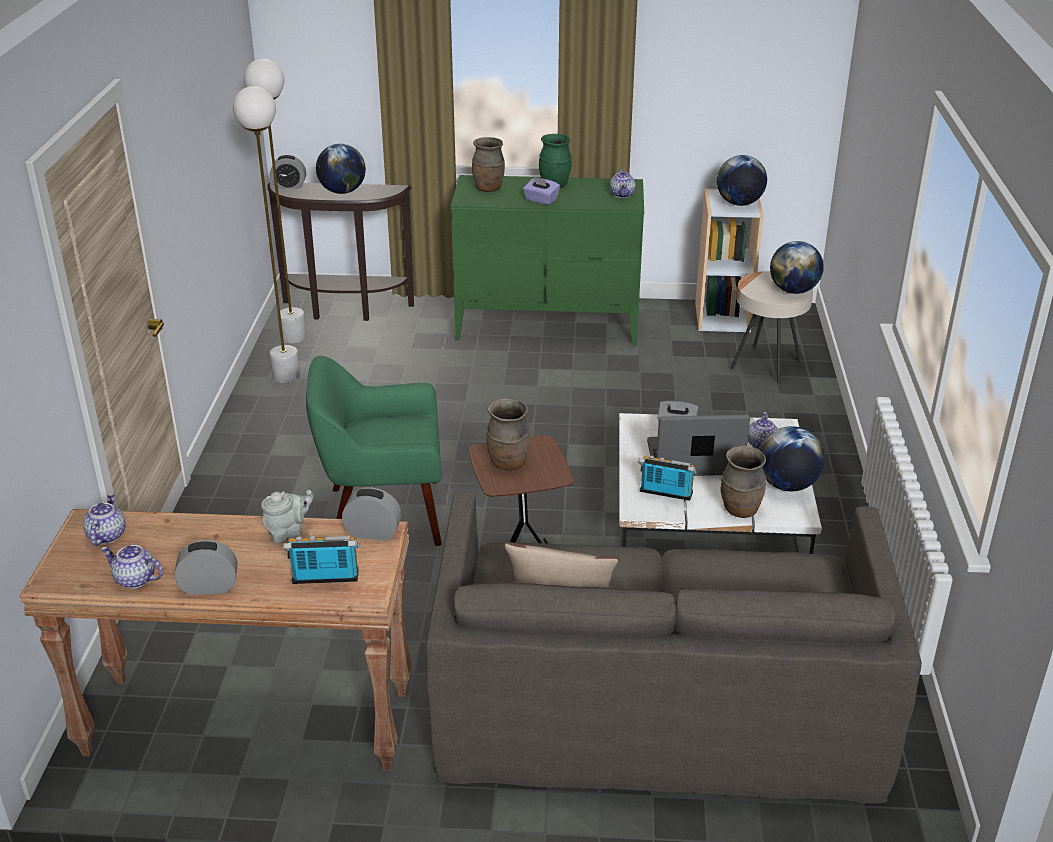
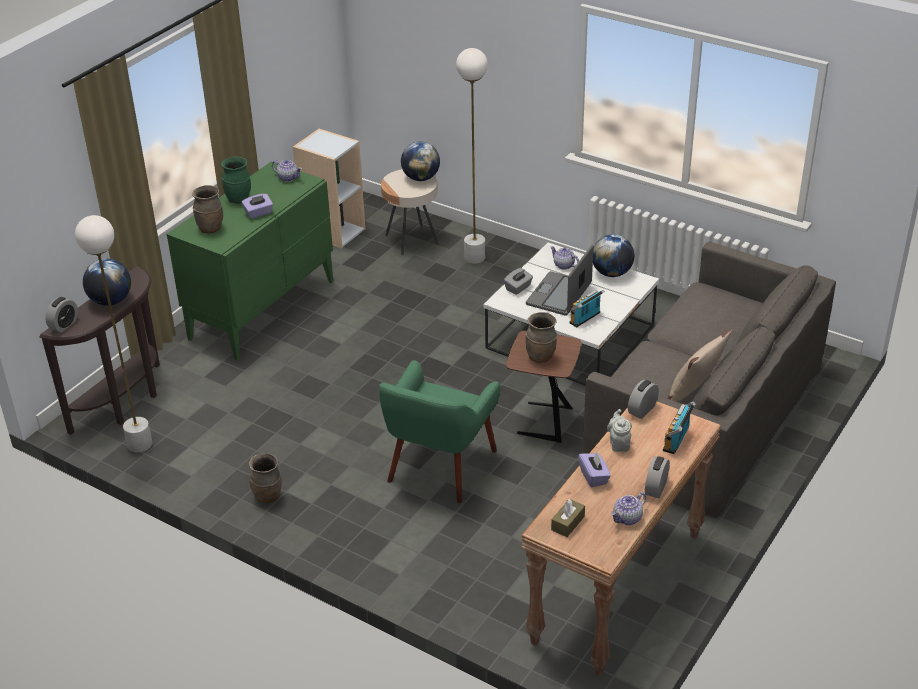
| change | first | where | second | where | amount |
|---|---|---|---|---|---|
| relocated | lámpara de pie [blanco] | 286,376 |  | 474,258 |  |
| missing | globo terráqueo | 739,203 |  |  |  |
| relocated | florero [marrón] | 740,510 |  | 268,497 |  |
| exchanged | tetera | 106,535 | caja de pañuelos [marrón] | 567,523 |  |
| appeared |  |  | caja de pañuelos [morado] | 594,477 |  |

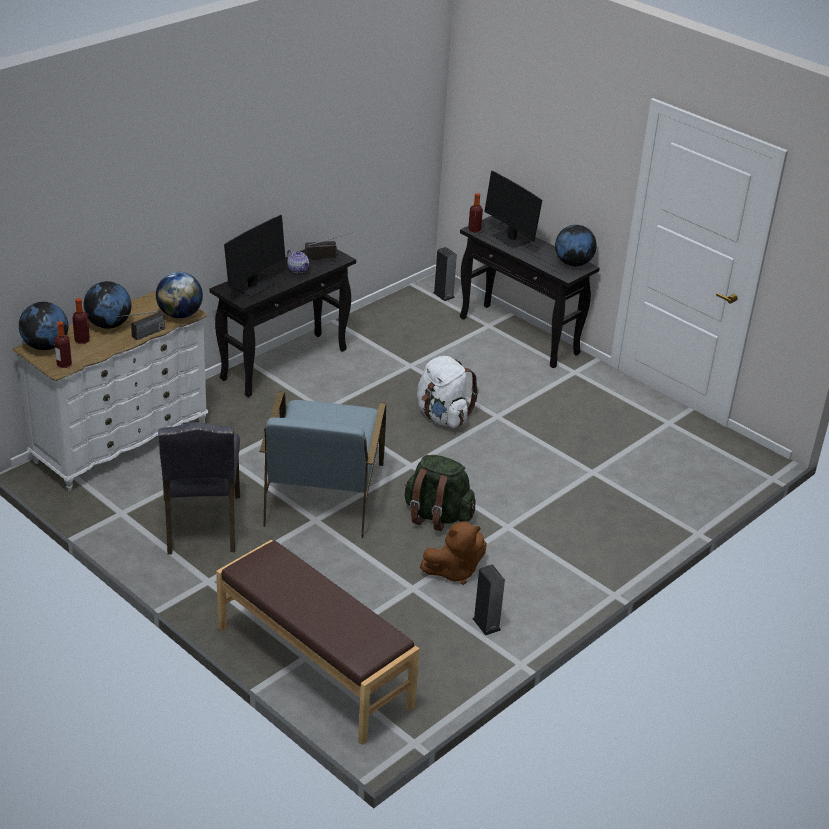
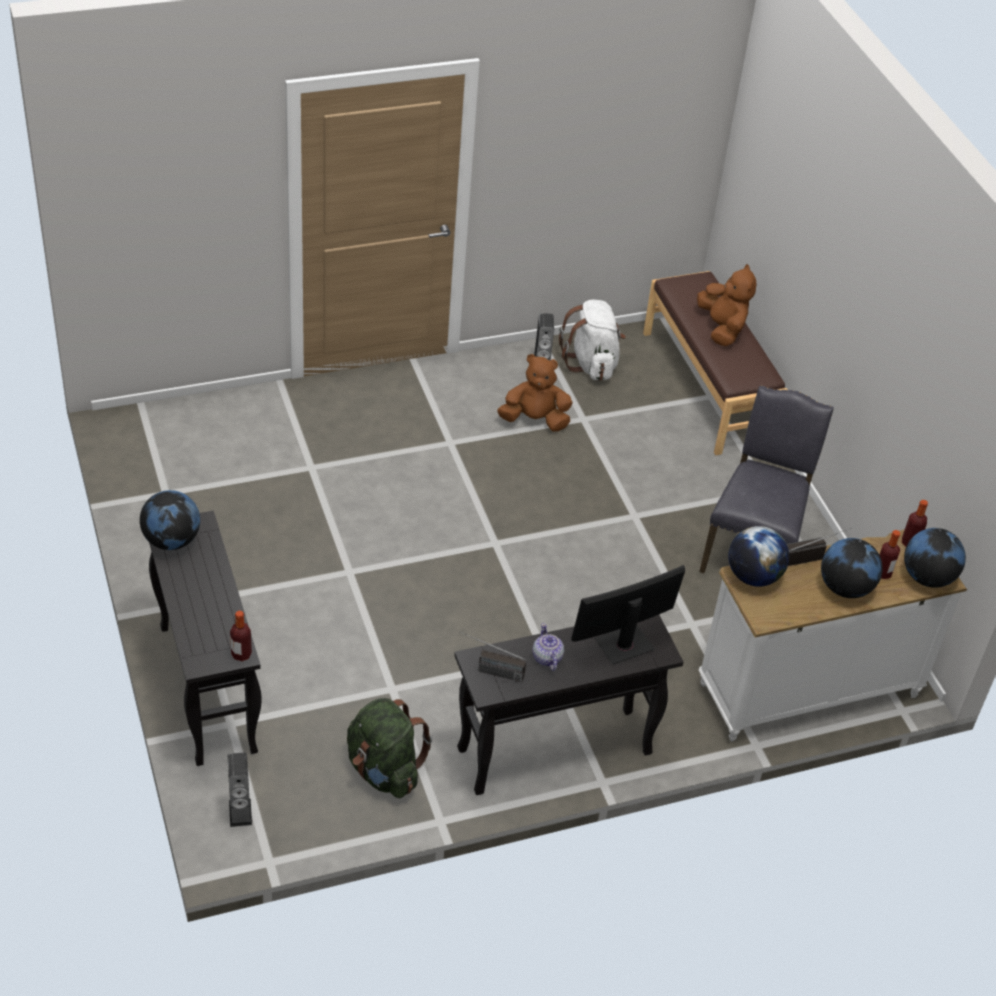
| change | first | where | second | where | amount |
|---|---|---|---|---|---|
| missing | monitor | 511,239 |  |  |  |
| relocated | mochila [blanco] | 443,417 |  | 591,363 |  |
| missing | sillón [azul] | 322,493 |  |  |  |
| relocated | mochila [verde] | 437,516 |  | 384,771 |  |
| appeared |  |  | peluche [marrón] | 722,328 |  |

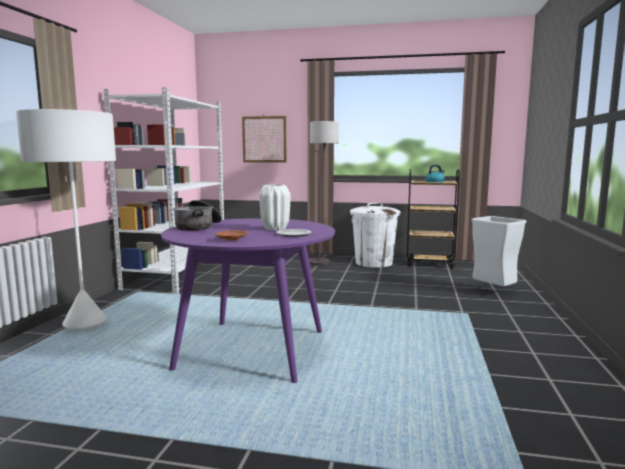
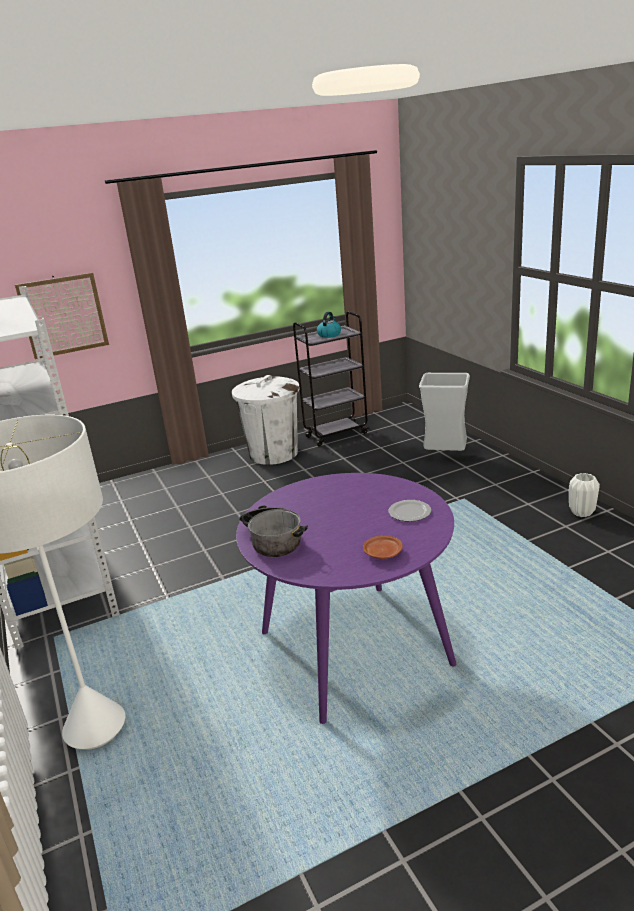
| change | first | where | second | where | amount |
|---|---|---|---|---|---|
| missing | lámpara de pie [gris] | 322,261 |  |  |  |
| colour | carrito [marrón] | 430,265 | carrito [gris] | 336,434 |  |
| relocated | florero [blanco] | 275,229 |  | 581,512 |  |

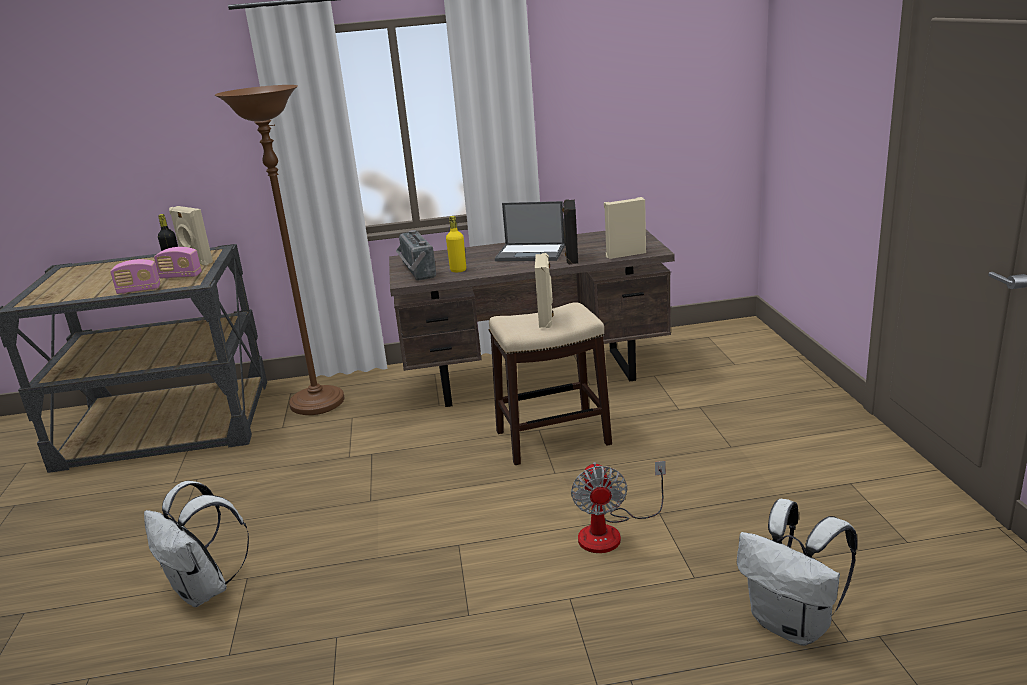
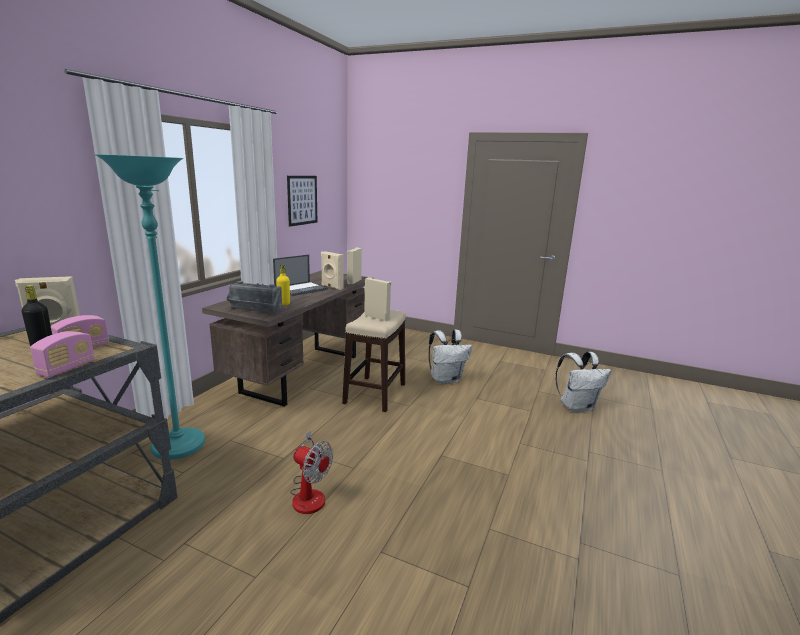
| change | first | where | second | where | amount |
|---|---|---|---|---|---|
| colour | lámpara de pie [marrón] | 318,404 | lámpara de pie [turquesa] | 178,446 |  |
| colour | altavoz [negro] | 571,258 | altavoz [beis] | 331,287 |  |
| relocated | ventilador | 611,532 |  | 309,493 |  |
| relocated | mochila [blanco] | 205,590 |  | 446,380 |  |
| appeared |  |  | cuadro | 302,200 |  |

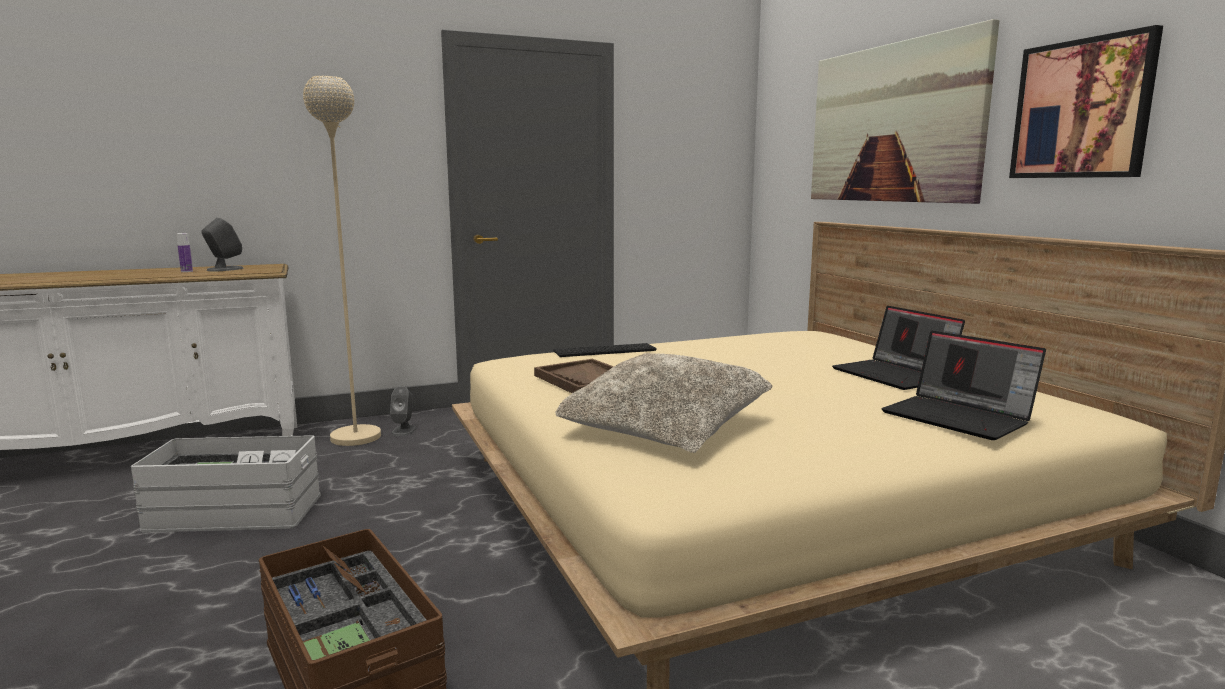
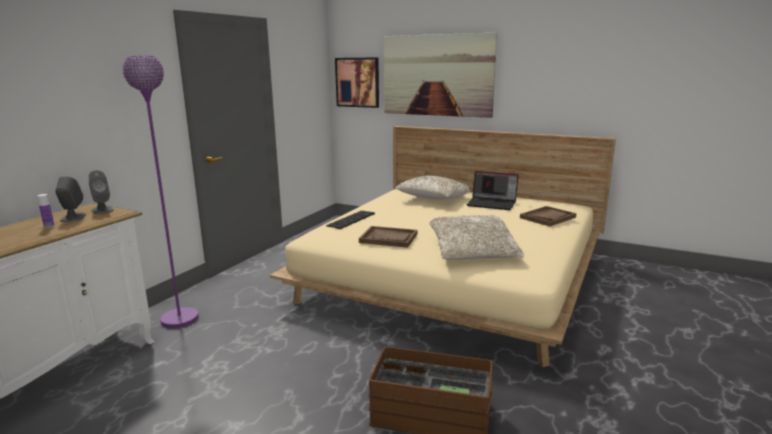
| change | first | where | second | where | amount |
|---|---|---|---|---|---|
| relocated | cuadro | 1082,109 |  | 357,82 |  |
| colour | lámpara de pie [beis] | 356,437 | lámpara de pie [morado] | 179,319 |  |
| exchanged | portátil | 959,417 | bandeja [marrón] | 547,217 |  |
| relocated | altavoz [gris] | 404,430 |  | 102,210 |  |
| missing | caja de almacenaje [gris] | 236,511 |  |  |  |
| appeared |  |  | cojín [beis] | 433,199 |  |

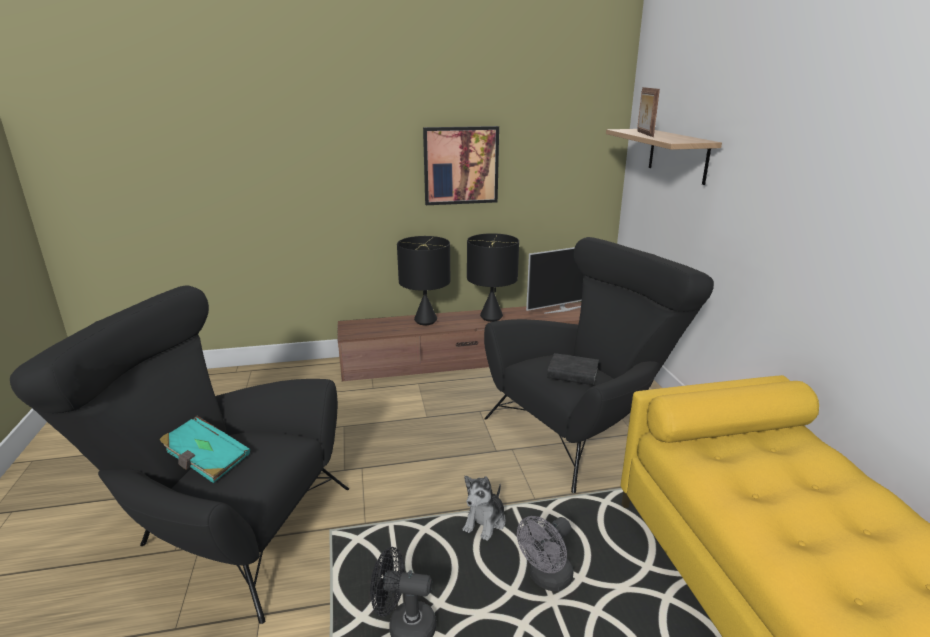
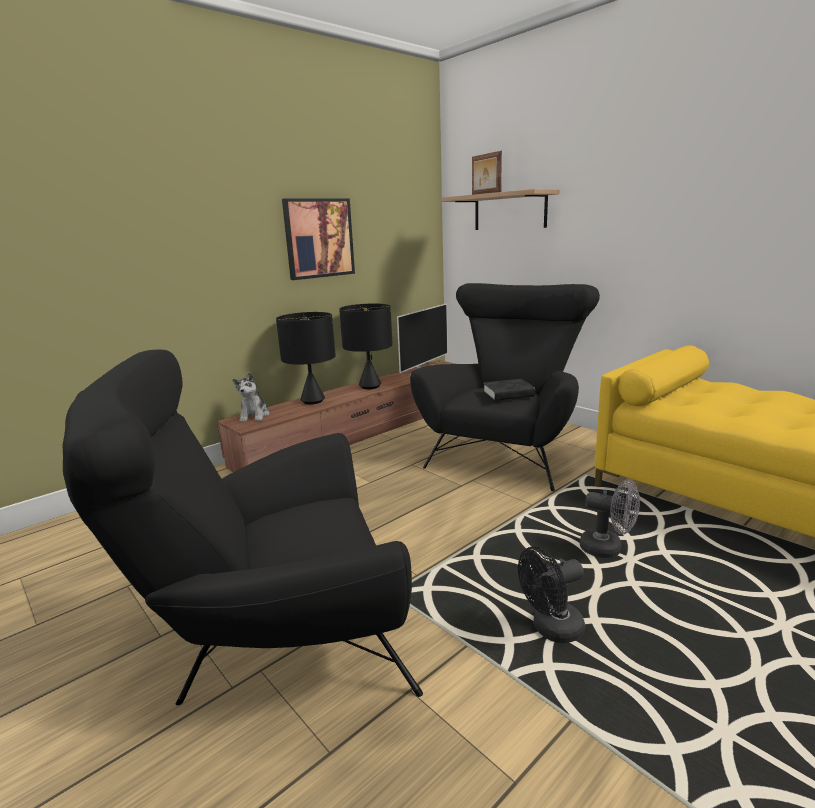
| change | first | where | second | where | amount |
|---|---|---|---|---|---|
| missing | libro [turquesa] | 206,461 |  |  |  |
| relocated | peluche | 485,522 |  | 254,416 |  |
| spun | ventilador [gris] | 546,579 |  | 608,549 | 75 degrees counterclockwise |

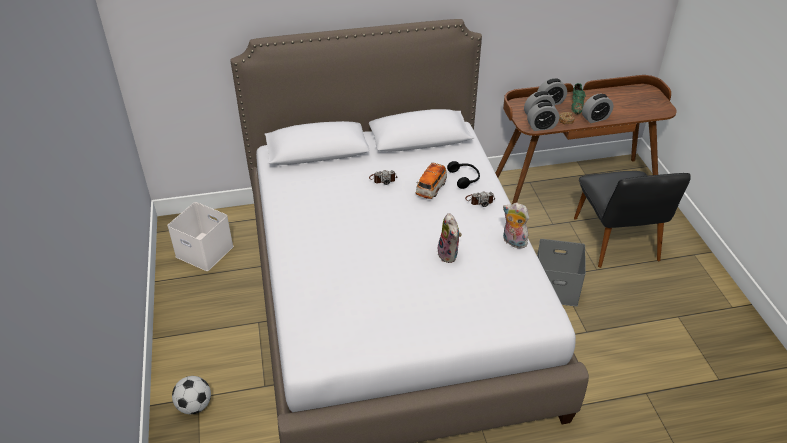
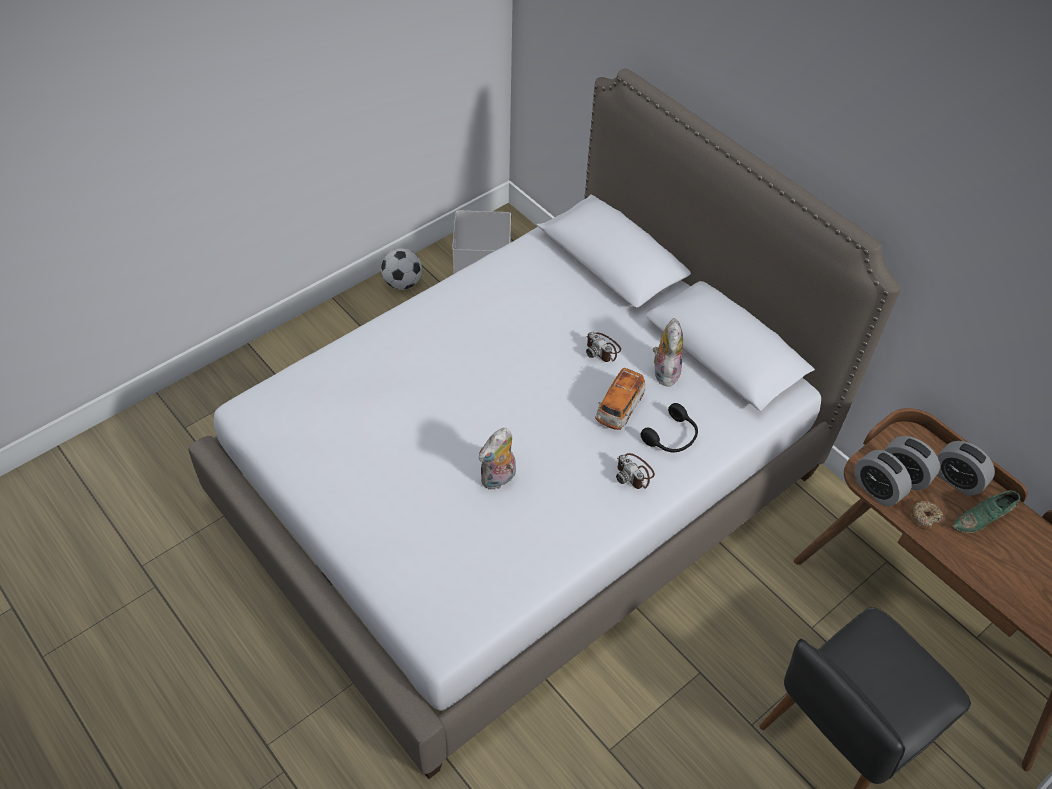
| change | first | where | second | where | amount |
|---|---|---|---|---|---|
| missing | despertador | 595,118 |  |  |  |
| spun | coche de juguete | 431,189 |  | 619,408 | 60 degrees counterclockwise |
| relocated | peluche | 513,242 |  | 664,371 |  |
| missing | caja de almacenaje [gris] | 556,287 |  |  |  |
| relocated | balón de fútbol | 194,406 |  | 402,283 |  |

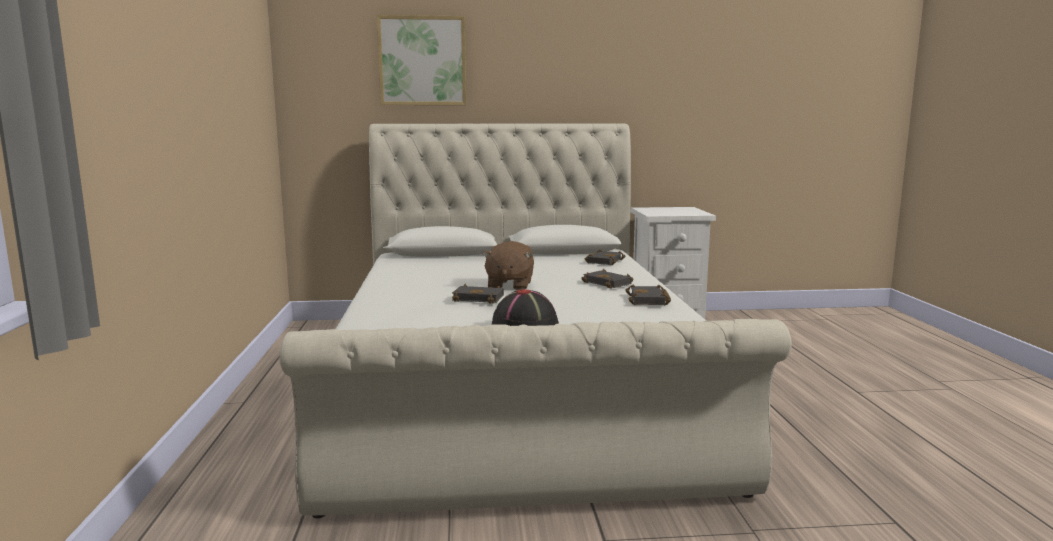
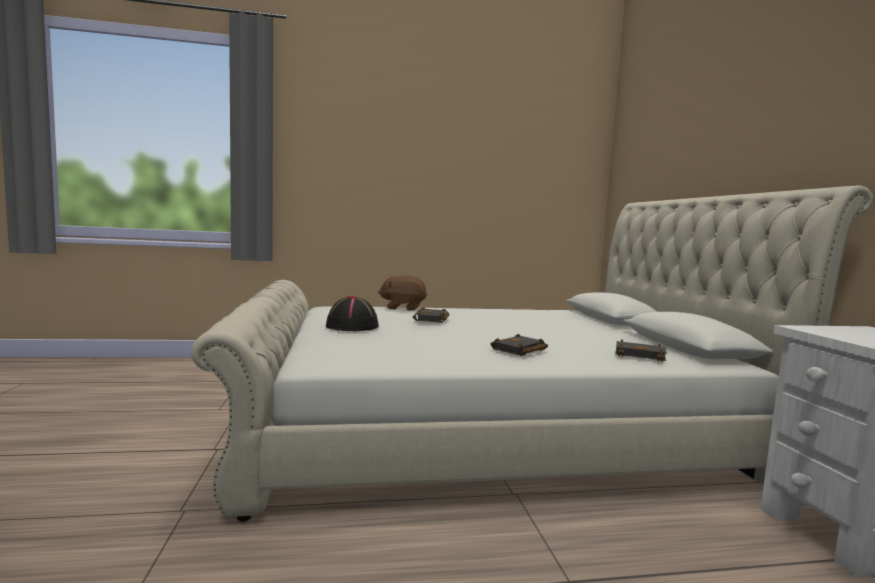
| change | first | where | second | where | amount |
|---|---|---|---|---|---|
| missing | cuadro | 422,61 |  |  |  |
| relocated | peluche [marrón] | 509,285 |  | 403,308 |  |
| missing | libro [negro] | 649,300 |  |  |  |

